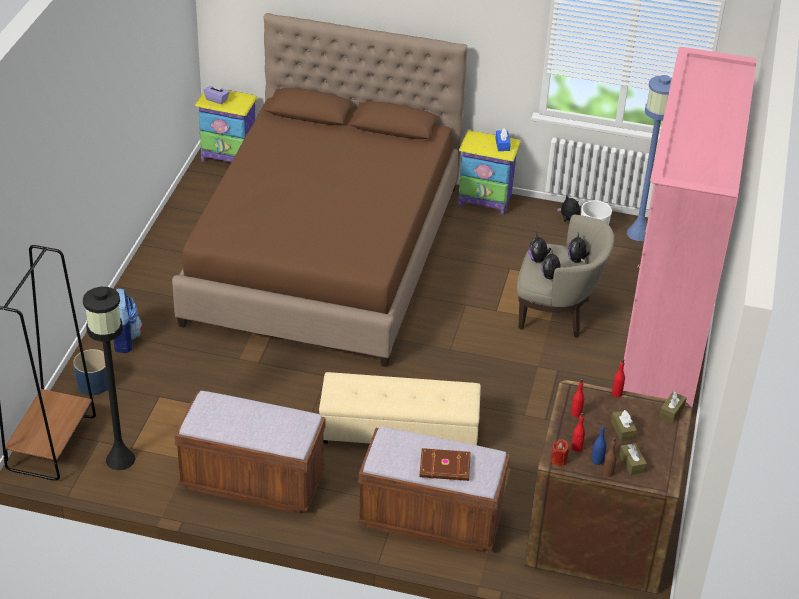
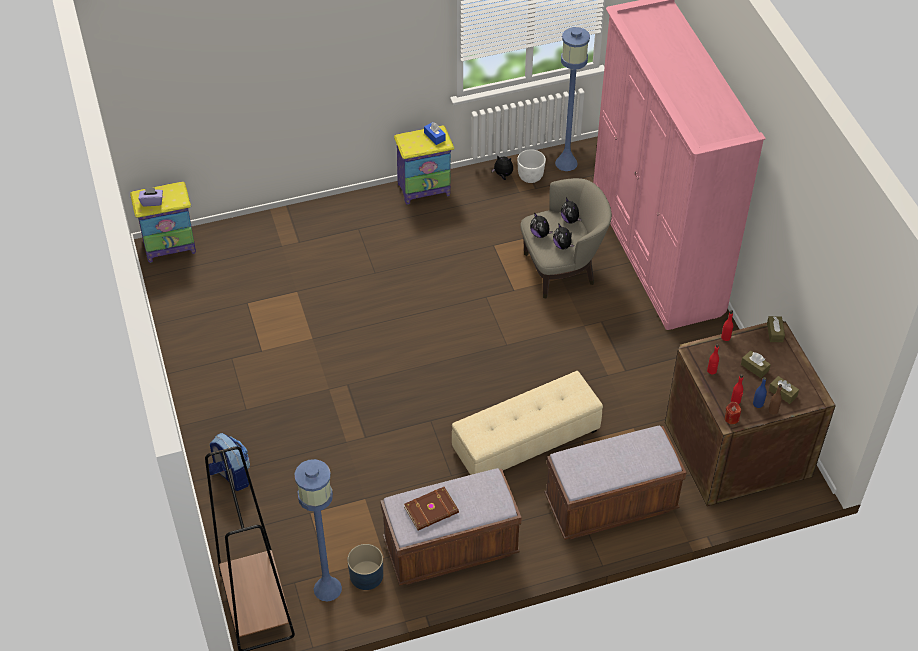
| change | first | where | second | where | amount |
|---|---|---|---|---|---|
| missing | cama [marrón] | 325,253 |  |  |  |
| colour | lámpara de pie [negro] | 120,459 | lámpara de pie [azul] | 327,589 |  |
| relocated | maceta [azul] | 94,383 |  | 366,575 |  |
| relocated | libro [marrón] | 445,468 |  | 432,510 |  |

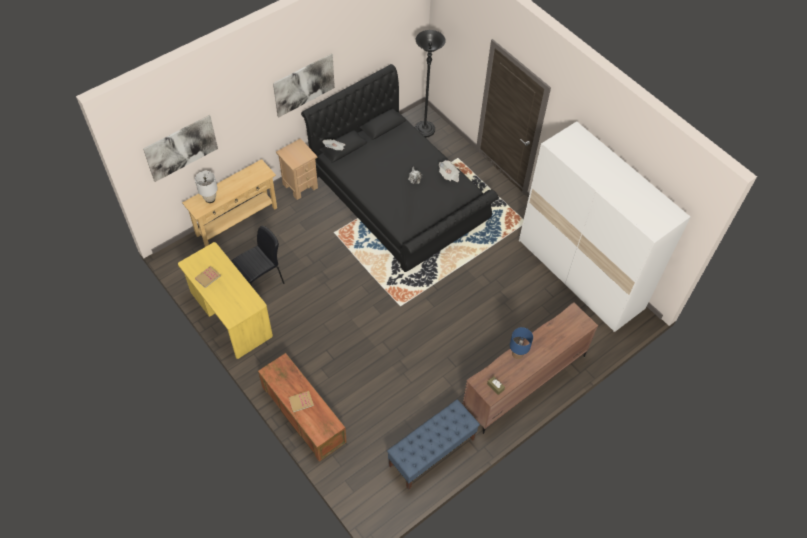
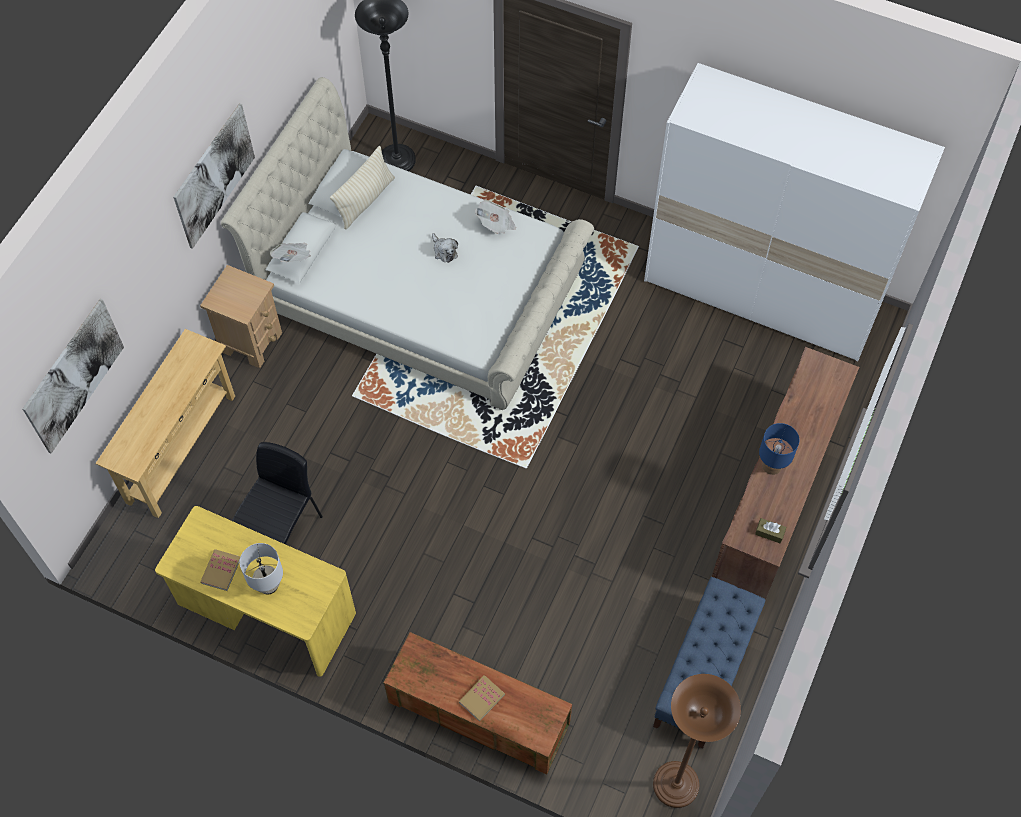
| change | first | where | second | where | amount |
|---|---|---|---|---|---|
| colour | cama [negro] | 398,195 | cama [beis] | 419,288 |  |
| relocated | lámpara de mesa [blanco] | 210,199 |  | 268,585 |  |
| appeared |  |  | cojín [beis] | 365,200 |  |
| appeared |  |  | lámpara de pie [marrón] | 675,785 |  |

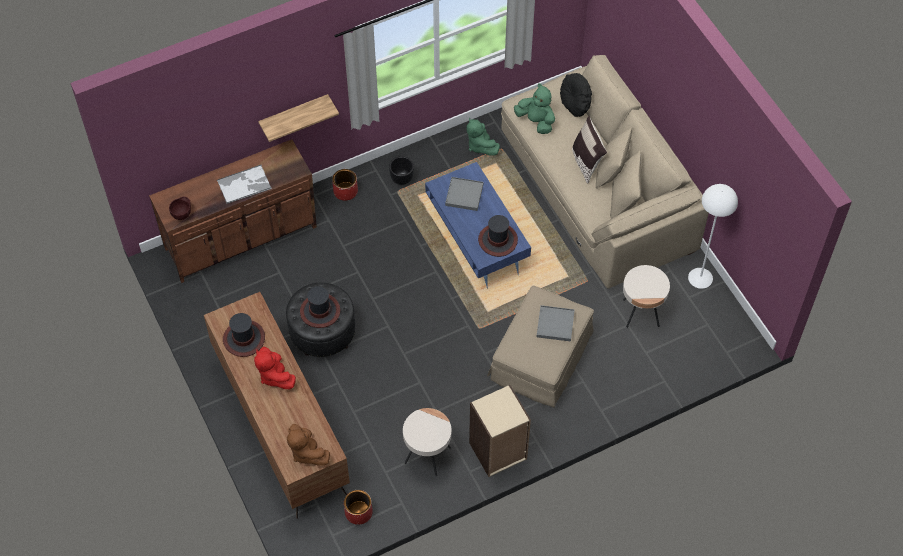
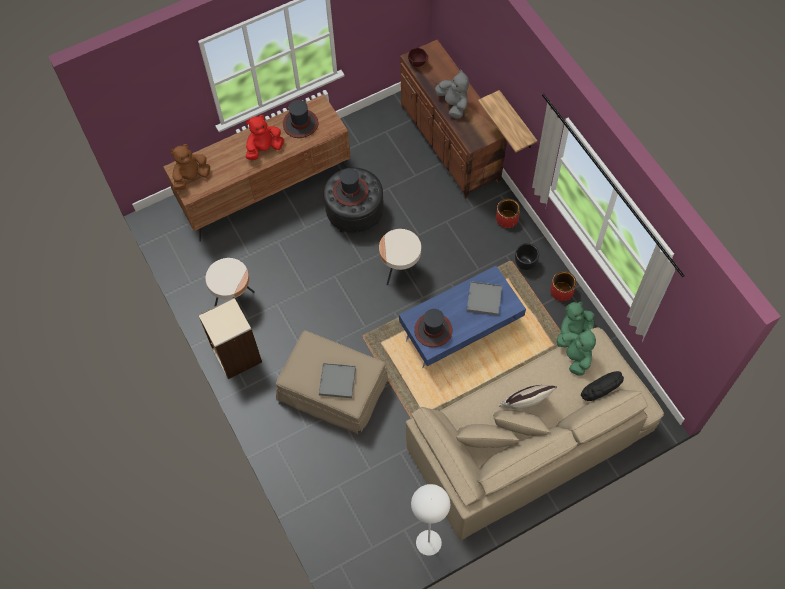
| change | first | where | second | where | amount |
|---|---|---|---|---|---|
| spun | peluche [verde] | 536,121 |  | 575,357 | 60 degrees counterclockwise |
| exchanged | bandeja | 244,184 | peluche [gris] | 453,104 |  |
| relocated | mesa auxiliar [beis] | 641,313 |  | 400,271 |  |
| relocated | maceta [rojo] | 358,512 |  | 562,291 |  |

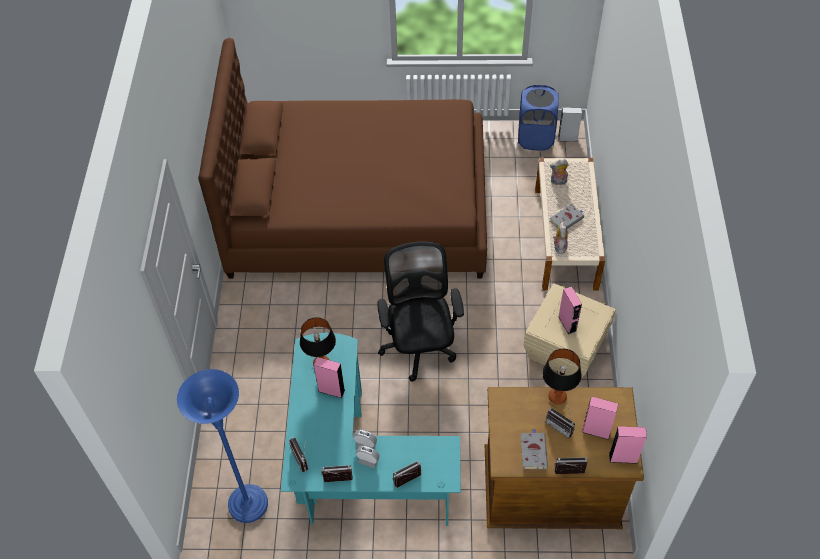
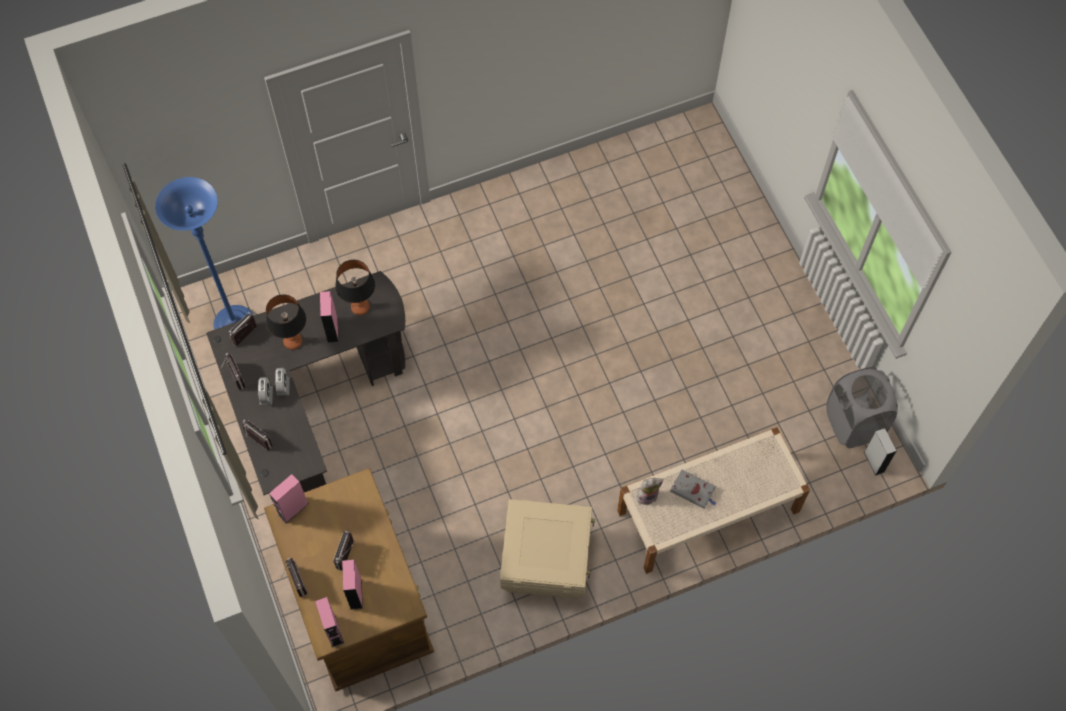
| change | first | where | second | where | amount |
|---|---|---|---|---|---|
| missing | cama [marrón] | 358,209 |  |  |  |
| colour | cesto de la ropa [azul] | 535,138 | cesto de la ropa [gris] | 853,423 |  |
| missing | peluche | 558,182 |  |  |  |
| missing | silla de oficina [negro] | 420,350 |  |  |  |
| relocated | altavoz [rosa] | 567,323 |  | 293,509 |  |
| colour | escritorio [turquesa] | 355,468 | escritorio [negro] | 310,405 |  |
| relocated | lámpara de mesa | 557,397 |  | 293,341 |  |
| missing | libro [gris] | 533,451 |  |  |  |

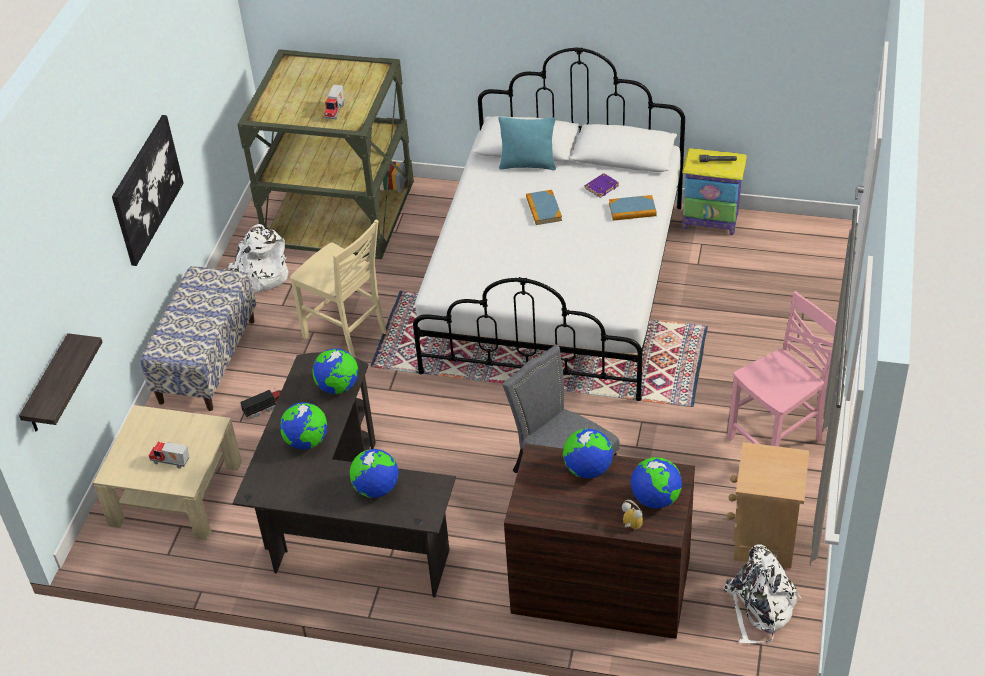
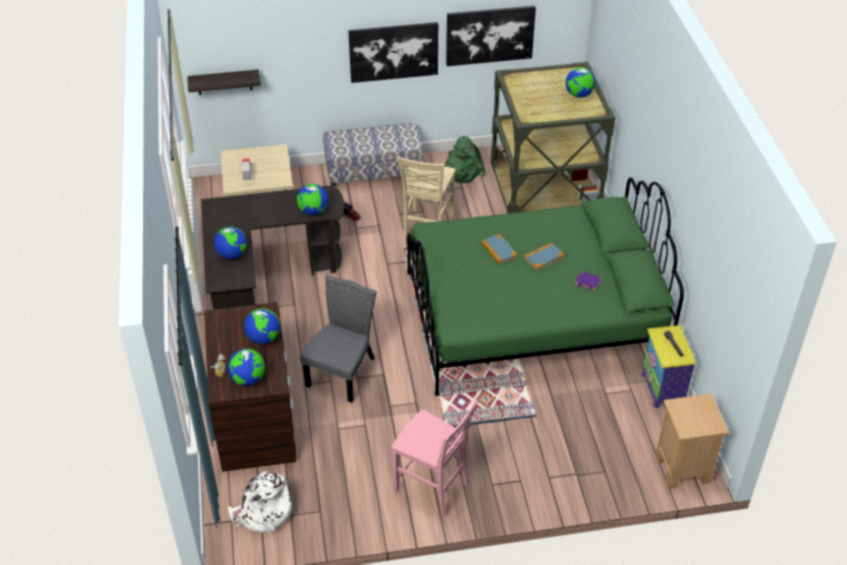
| change | first | where | second | where | amount |
|---|---|---|---|---|---|
| colour | cama [blanco] | 557,286 | cama [verde] | 533,318 |  |
| missing | camión de juguete | 336,111 |  |  |  |
| missing | cojín [turquesa] | 528,165 |  |  |  |
| relocated | libro | 632,210 |  | 499,250 |  |
| colour | mochila [blanco] | 260,275 | mochila [verde] | 462,171 |  |
| relocated | globo terráqueo | 306,441 |  | 578,95 |  |
| relocated | mesita de noche [beis] | 763,542 |  | 681,467 |  |
| appeared |  |  | cuadro | 490,35 |  |

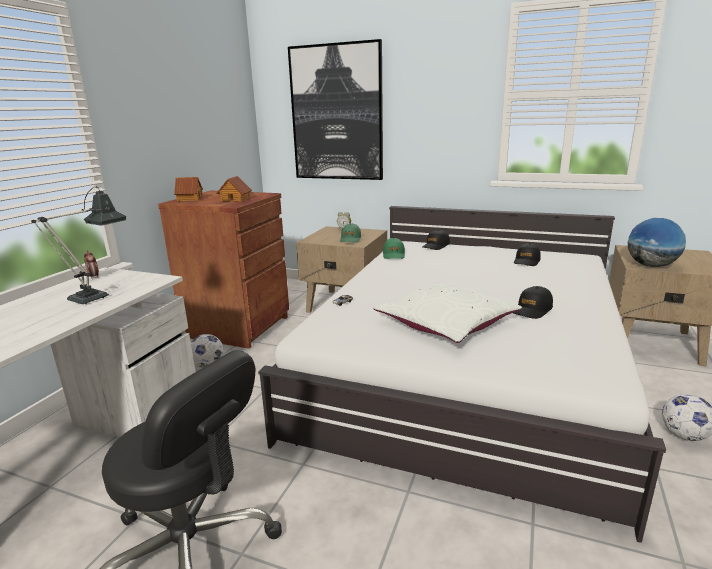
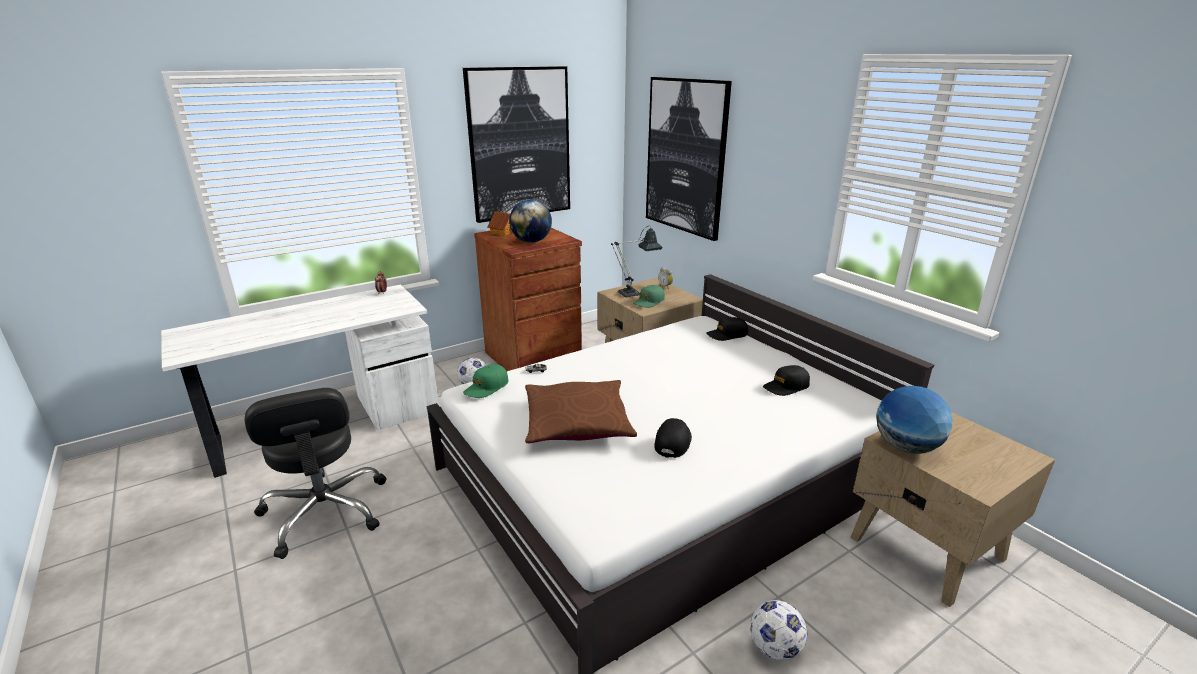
| change | first | where | second | where | amount |
|---|---|---|---|---|---|
| exchanged | casita | 235,199 | globo terráqueo | 531,241 |  |
| relocated | lámpara de mesa | 96,296 |  | 634,293 |  |
| relocated | gorra [verde] | 394,255 |  | 486,387 |  |
| colour | cojín [blanco] | 446,323 | cojín [marrón] | 577,422 |  |
| spun | gorra [negro] | 532,310 |  | 673,442 | 120 degrees clockwise |
| appeared |  |  | cuadro | 520,144 |  |

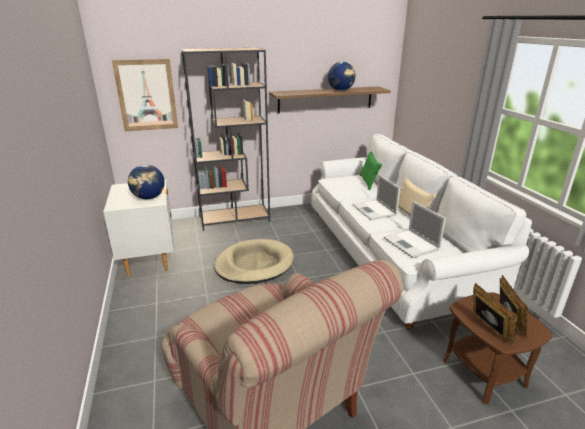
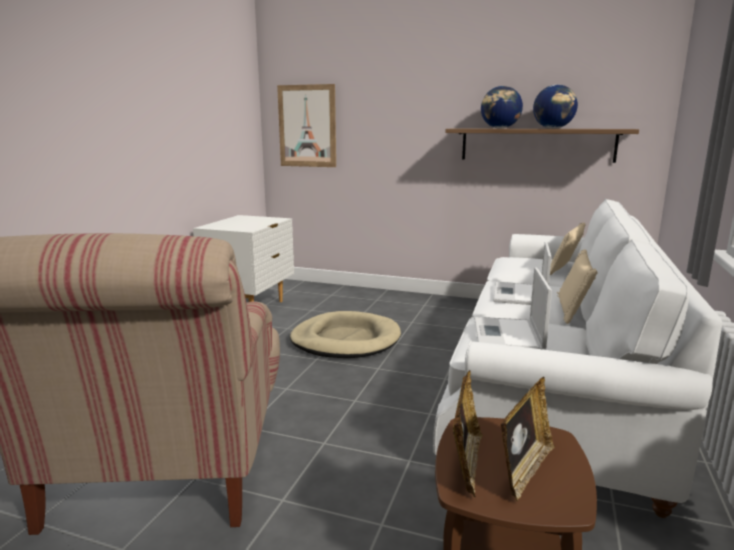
| change | first | where | second | where | amount |
|---|---|---|---|---|---|
| missing | estantería | 235,219 |  |  |  |
| colour | cojín [verde] | 369,182 | cojín [beis] | 564,268 |  |
| relocated | globo terráqueo | 149,198 |  | 500,128 |  |

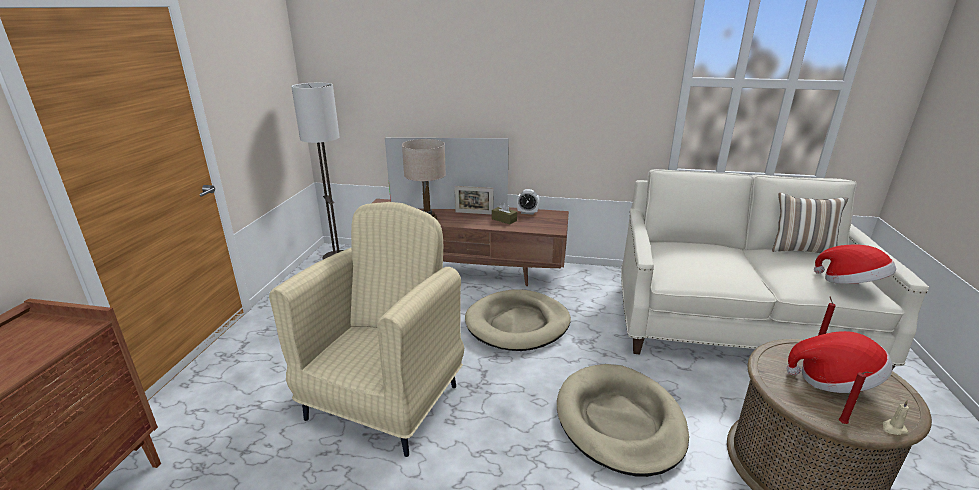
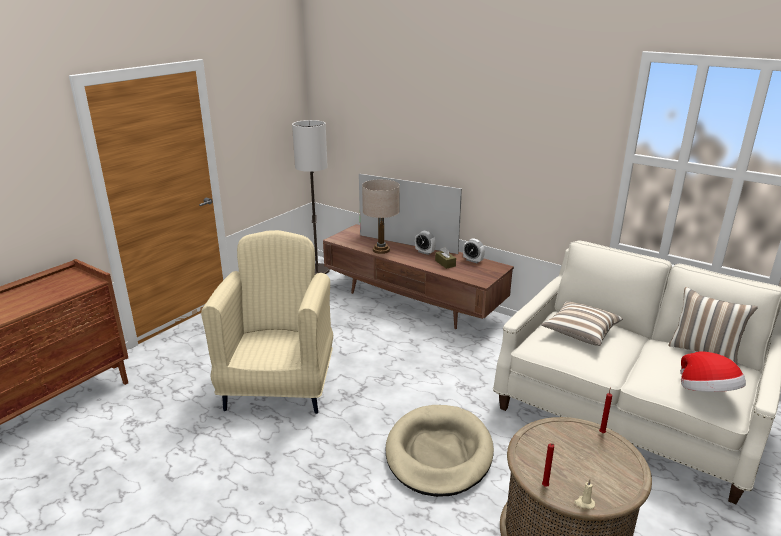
| change | first | where | second | where | amount |
|---|---|---|---|---|---|
| exchanged | portarretratos | 474,213 | despertador | 424,252 |  |
| spun | sillón [beis] | 385,400 |  | 279,386 | 45 degrees counterclockwise |
| missing | cama para perro [beis] | 518,324 |  |  |  |
| missing | sombrero | 834,381 |  |  |  |
| appeared |  |  | cojín | 580,333 |  |

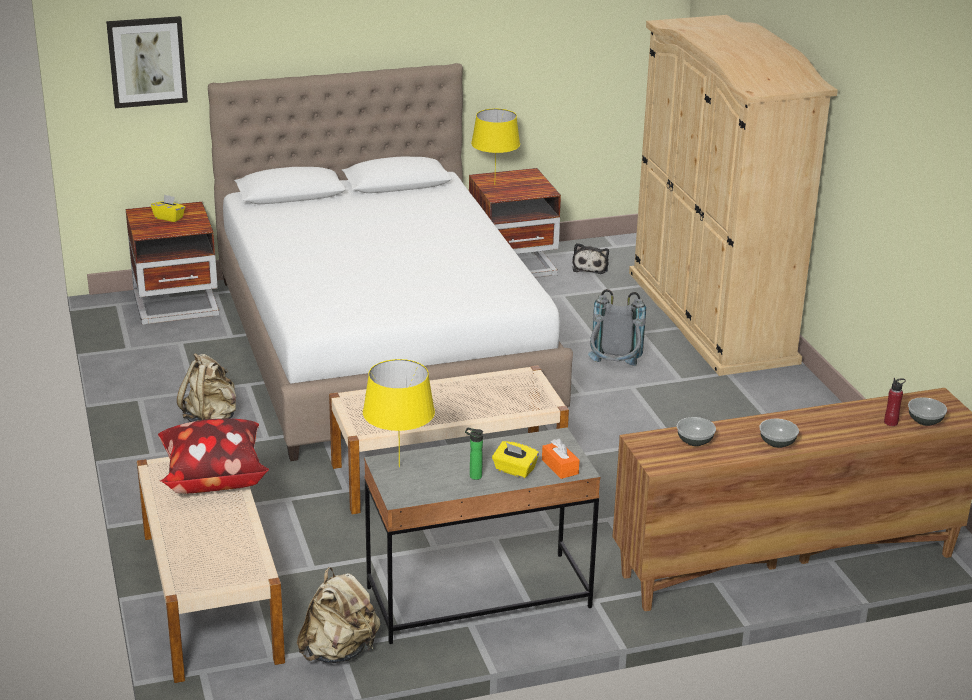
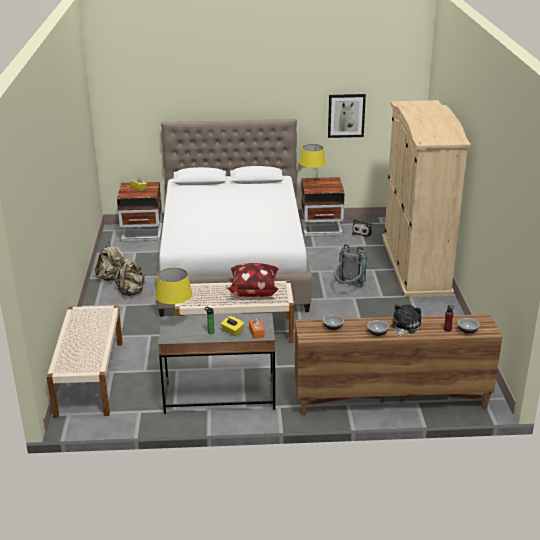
| change | first | where | second | where | amount |
|---|---|---|---|---|---|
| relocated | cuadro | 147,61 |  | 346,115 |  |
| relocated | cojín | 213,478 |  | 253,291 |  |
| relocated | mochila [beis] | 339,651 |  | 113,278 |  |
| appeared |  |  | peluche | 404,326 |  |

